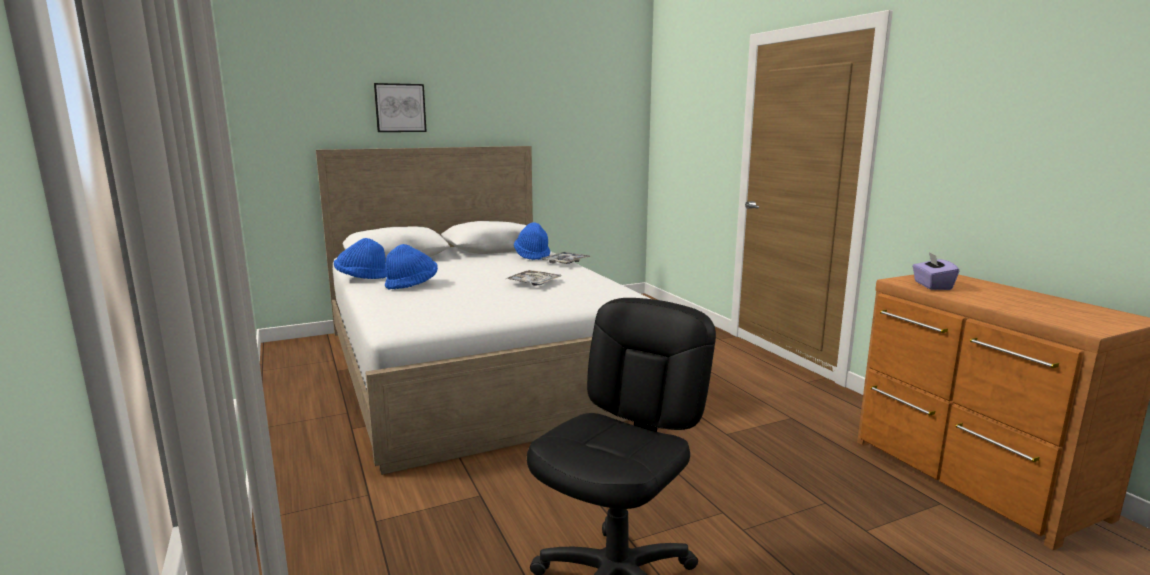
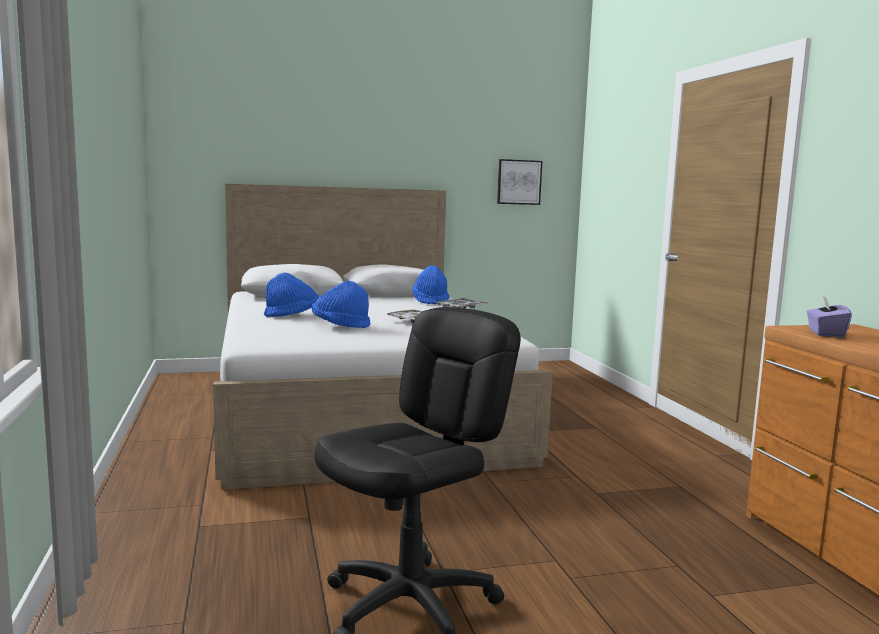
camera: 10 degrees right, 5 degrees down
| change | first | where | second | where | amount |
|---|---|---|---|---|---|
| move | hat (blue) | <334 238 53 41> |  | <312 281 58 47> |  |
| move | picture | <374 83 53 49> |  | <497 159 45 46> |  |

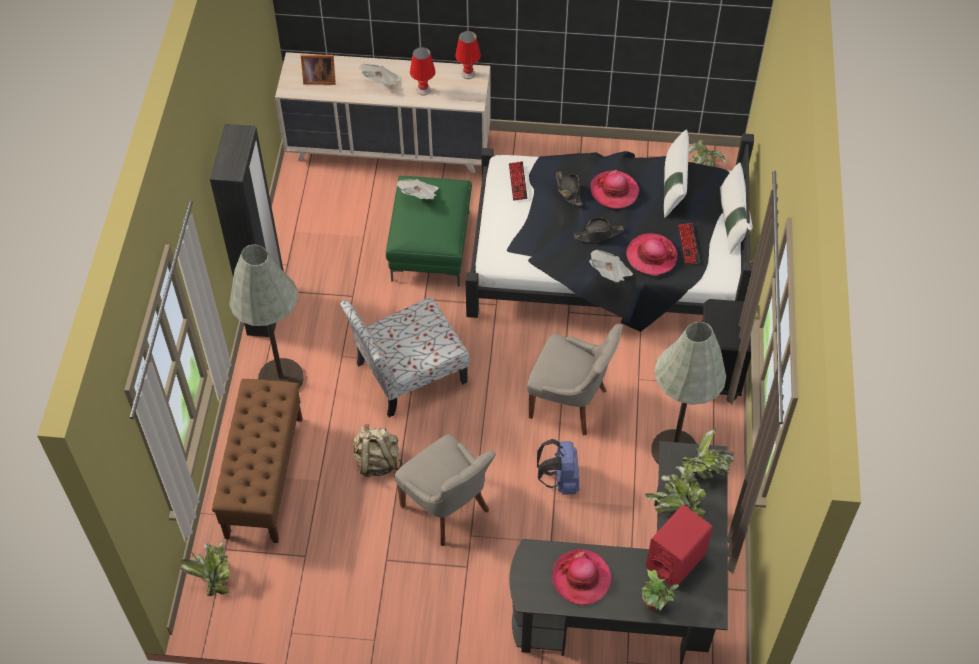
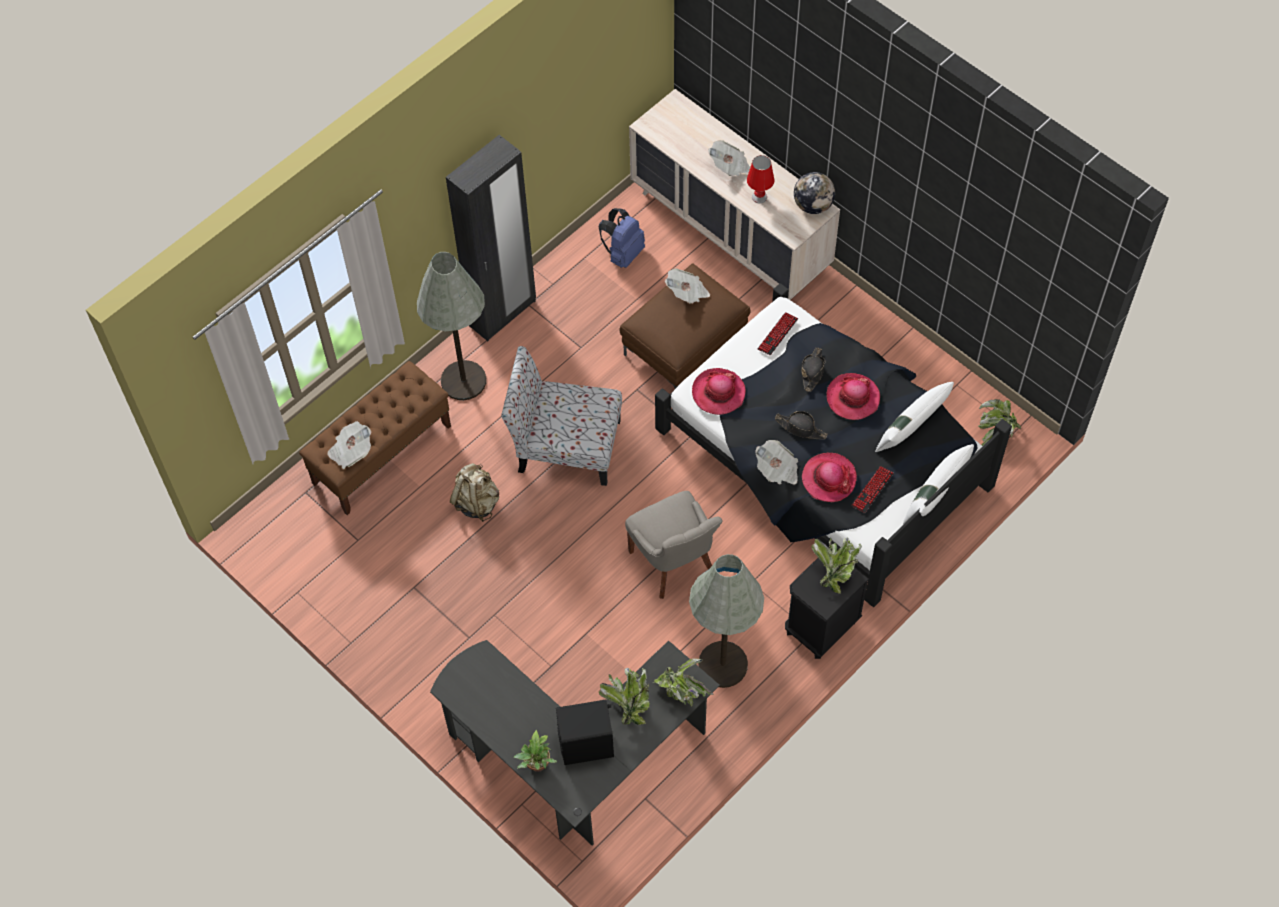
camera: 40 degrees right, 5 degrees up
| change | first | where | second | where | amount |
|---|---|---|---|---|---|
| delete | picture frame | <301 55 35 30> |  |  |  |
| delete | chair (grey) | <395 434 101 112> |  |  |  |
| insert |  |  | newspaper | <327 421 44 48> |  |
| move | potted plant | <181 541 49 55> |  | <812 537 50 57> |  |
| move | backpack (blue) | <537 439 42 56> |  | <599 208 46 60> |  |
| move | hat | <552 549 60 56> |  | <692 368 54 47> |  |
| replace | table lamp (red) | <455 31 26 48> | globe | <794 172 41 42> |  |
| recolor | ottoman (green) | <386 176 86 110> | ottoman (brown) | <619 263 131 126> |  |
| recolor | speaker (red) | <646 505 67 81> | speaker (black) | <556 699 58 66> |  |

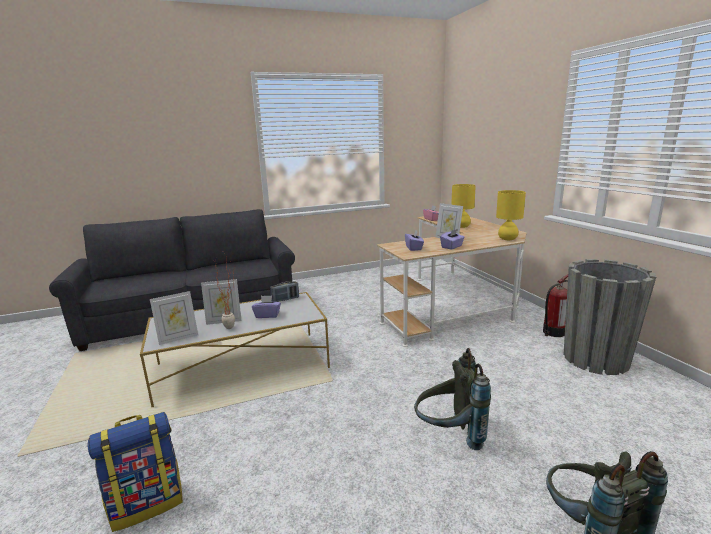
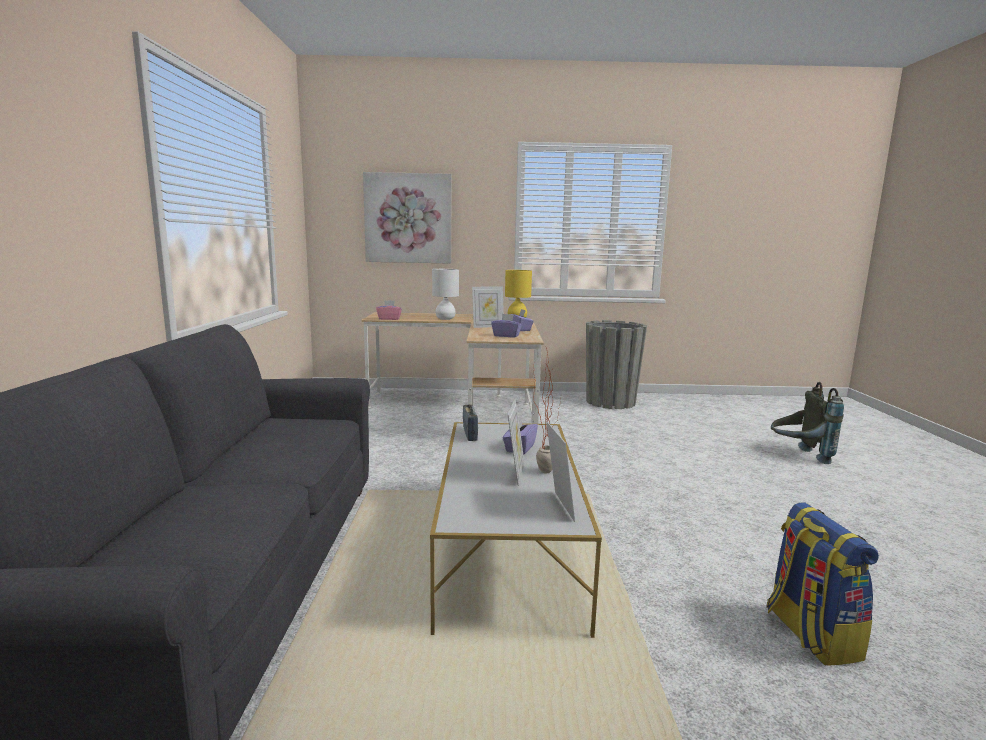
camera: 70 degrees left, 5 degrees down
| change | first | where | second | where | amount |
|---|---|---|---|---|---|
| delete | backpack (grey) | <414 348 77 102> |  |  |  |
| delete | fire extinguisher | <543 274 25 63> |  |  |  |
| insert |  |  | picture | <363 172 89 92> |  |
| recolor | table lamp (yellow) | <451 184 25 44> | table lamp (white) | <432 269 27 51> |  |

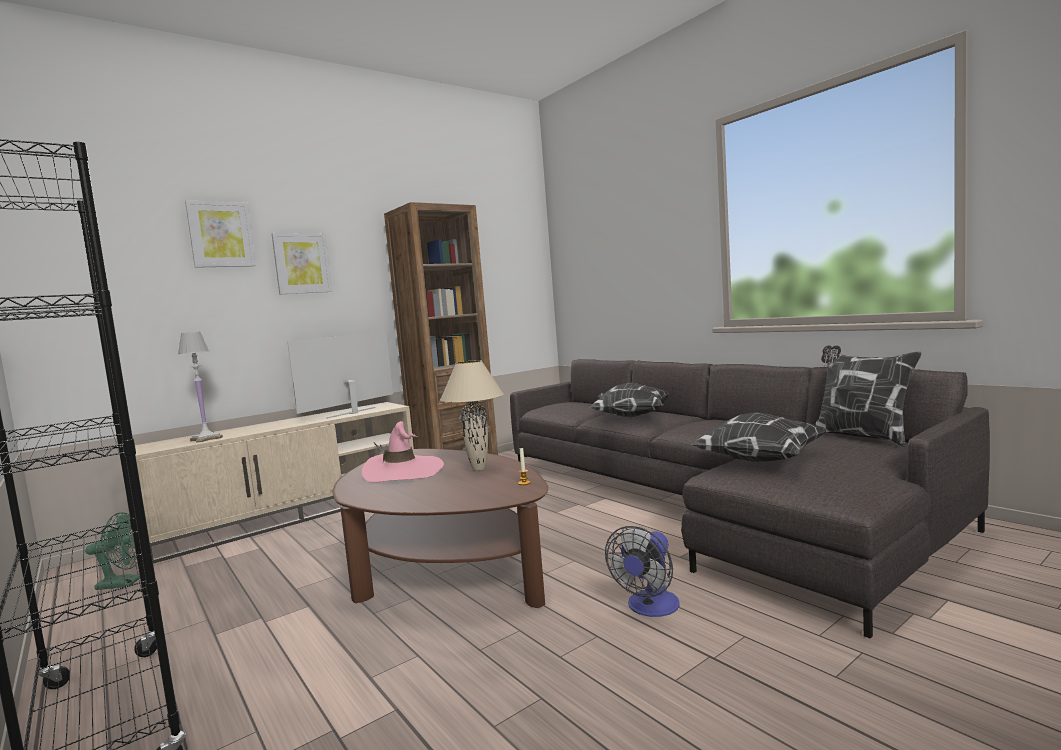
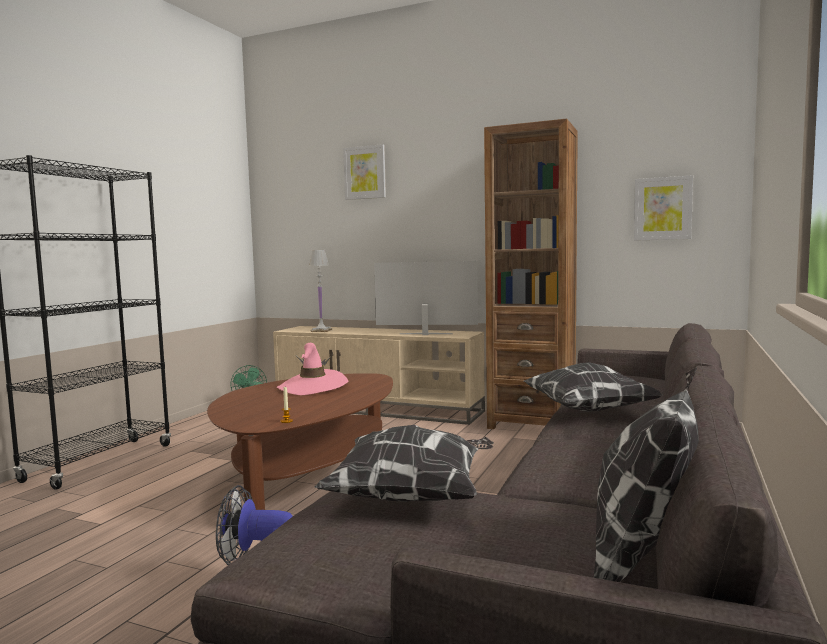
camera: 60 degrees right, 0 degrees up
| change | first | where | second | where | amount |
|---|---|---|---|---|---|
| delete | table lamp (beige) | <440 360 64 111> |  |  |  |
| move | picture | <272 233 60 61> |  | <634 175 59 66> |  |

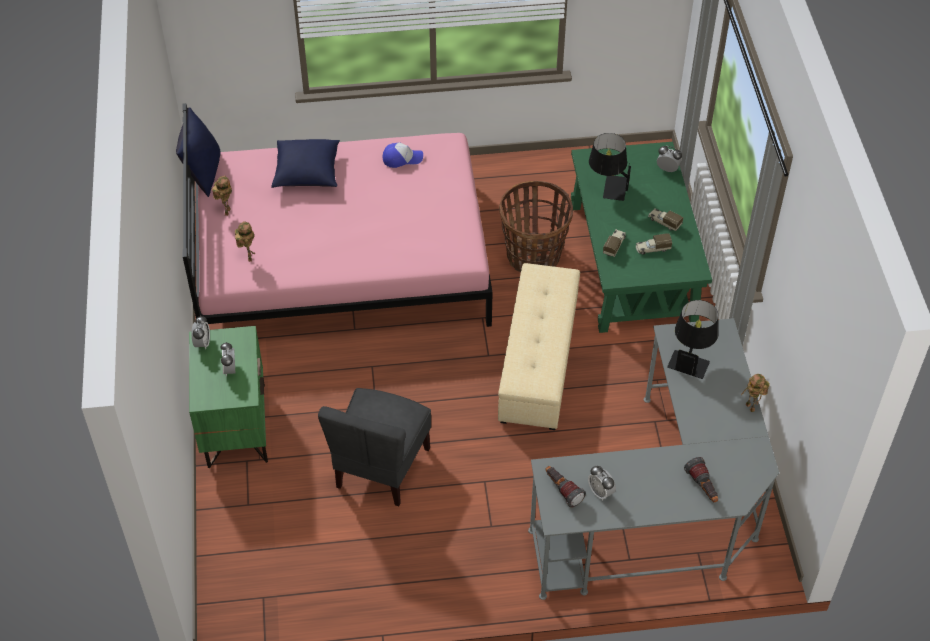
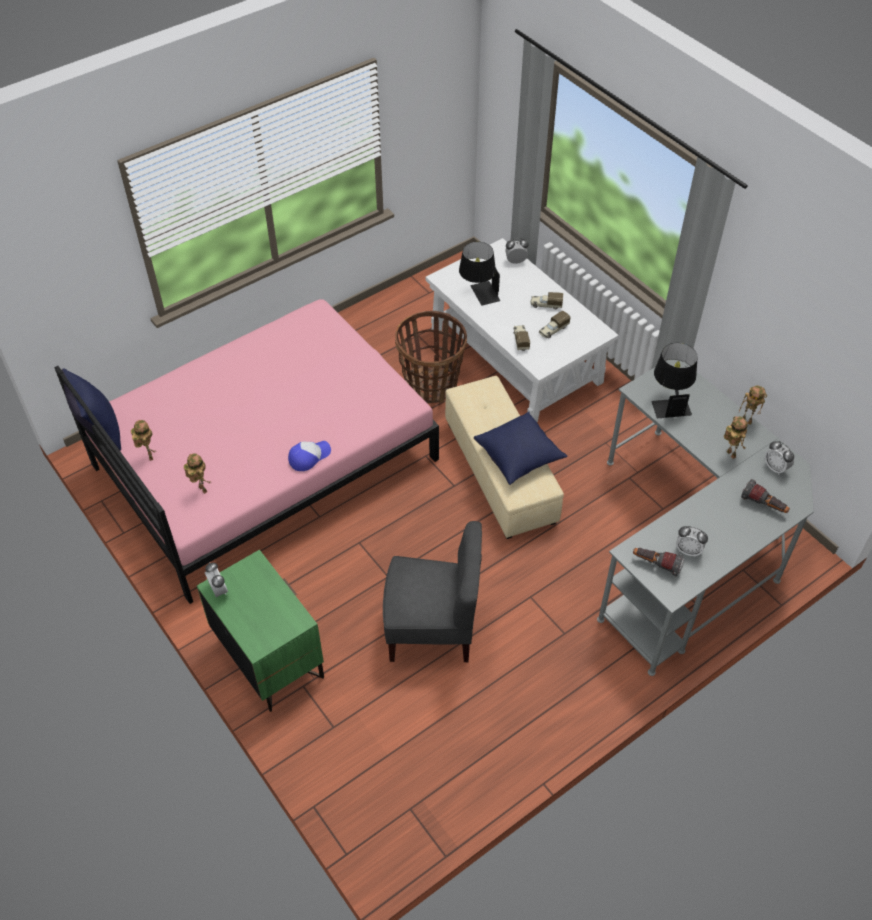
camera: 30 degrees left, 0 degrees up
| change | first | where | second | where | amount |
|---|---|---|---|---|---|
| insert |  |  | toy robot | <724 416 24 43> |  |
| move | alarm clock | <220 342 15 34> |  | <765 441 29 34> |  |
| move | pillow (blue) | <271 139 69 49> |  | <474 412 93 73> |  |
| move | cap | <383 142 40 26> |  | <288 441 43 30> |  |
| recolor | coffee table (green) | <571 142 141 191> | coffee table (white) | <426 238 193 184> |  |
| rotate | chair (grey) | <318 388 113 118> |  | <383 521 99 141> | 75 degrees counterclockwise |

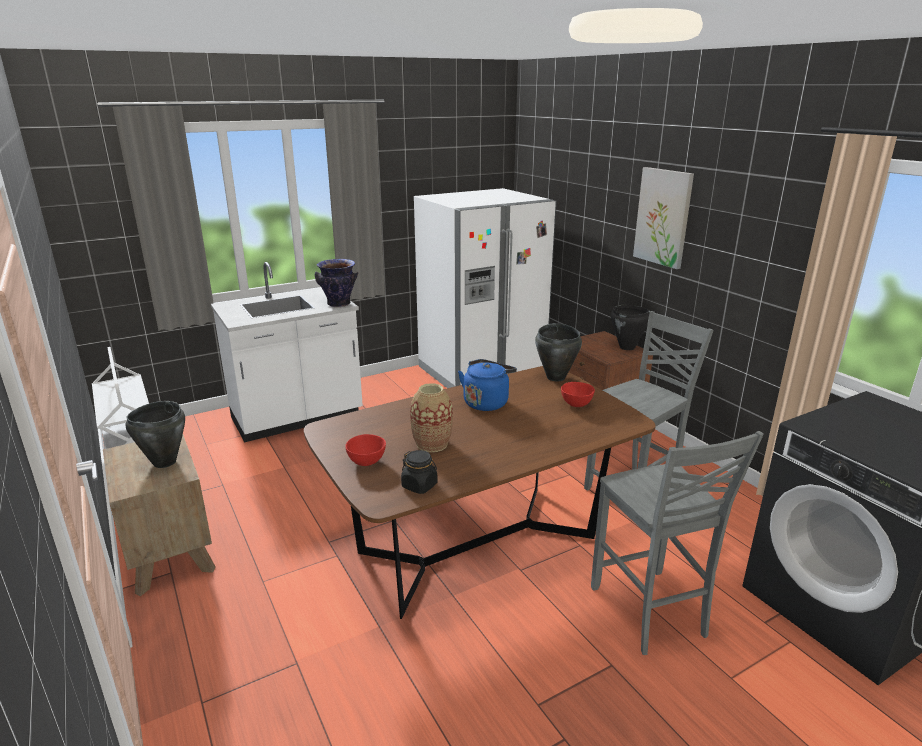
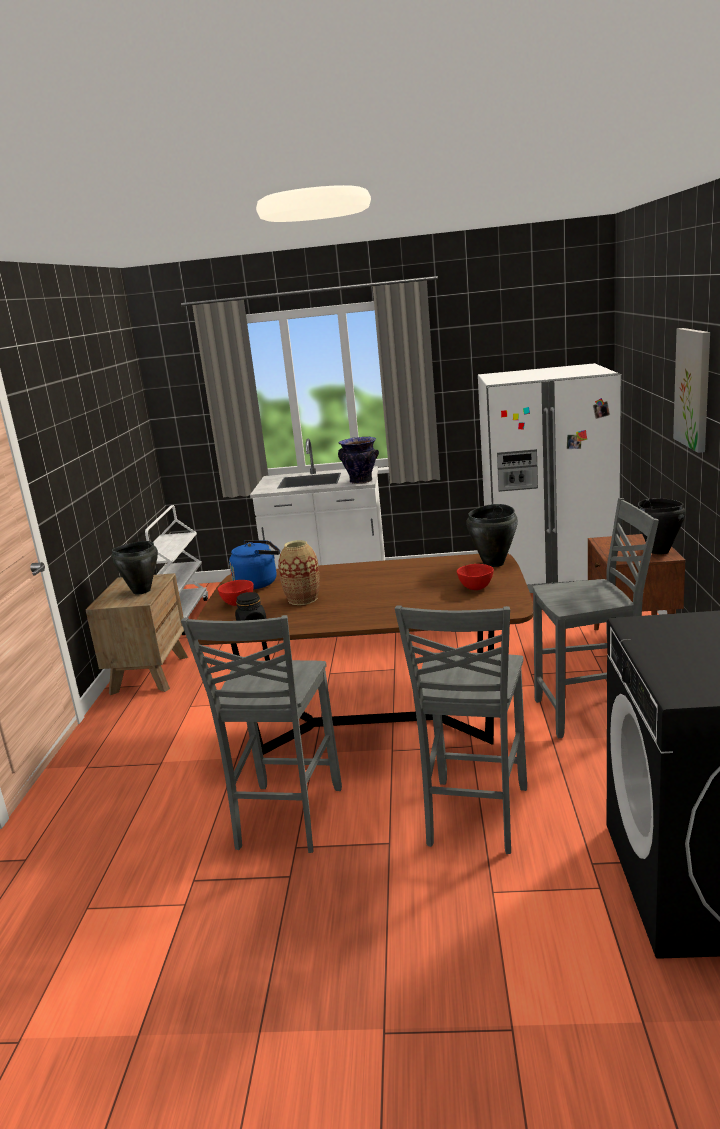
camera: 35 degrees right, 5 degrees down
| change | first | where | second | where | amount |
|---|---|---|---|---|---|
| insert |  |  | chair (grey) | <181 615 161 238> |  |
| move | kettle (blue) | <458 359 59 52> |  | <229 540 51 49> |  |

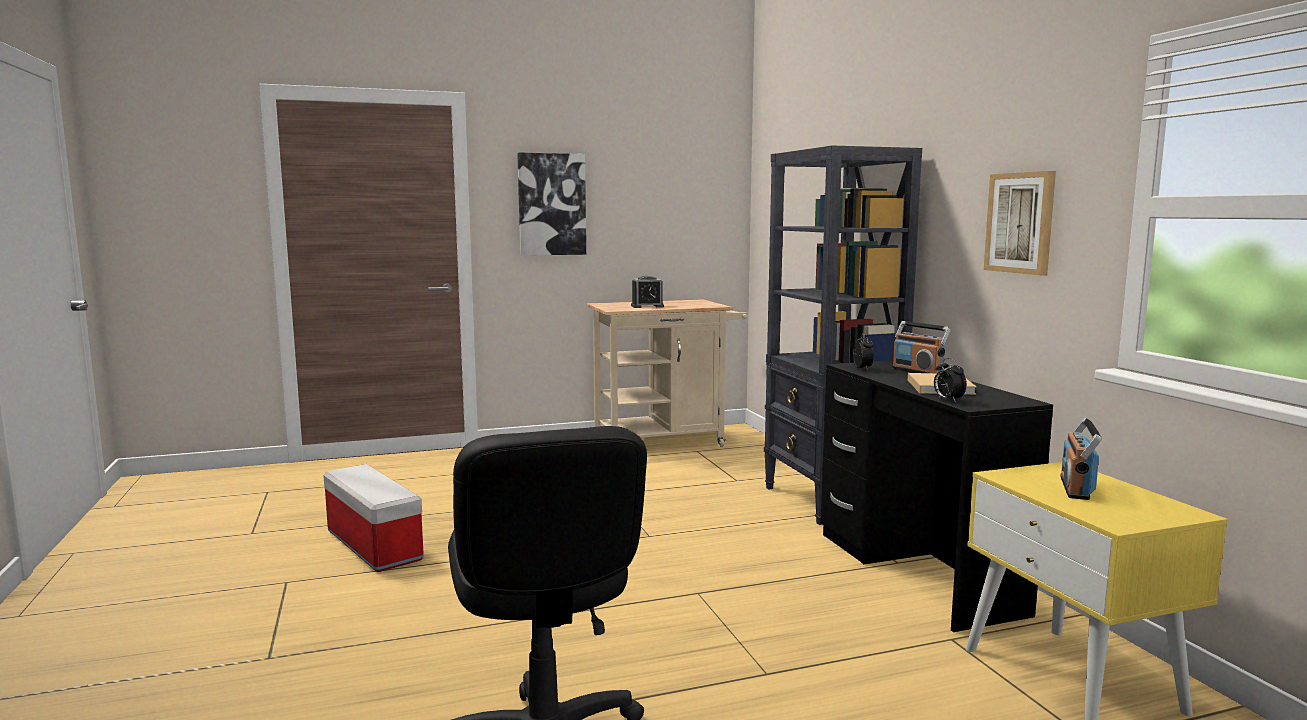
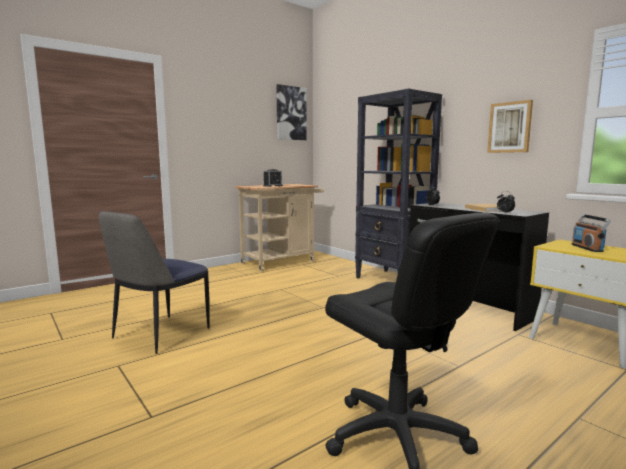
camera: 20 degrees left, 0 degrees up
| change | first | where | second | where | amount |
|---|---|---|---|---|---|
| delete | radio | <892 321 58 52> |  |  |  |
| move | picture | <517 153 69 103> |  | <276 84 31 56> |  |
| replace | storage box | <324 464 100 108> | chair | <99 211 111 143> |  |

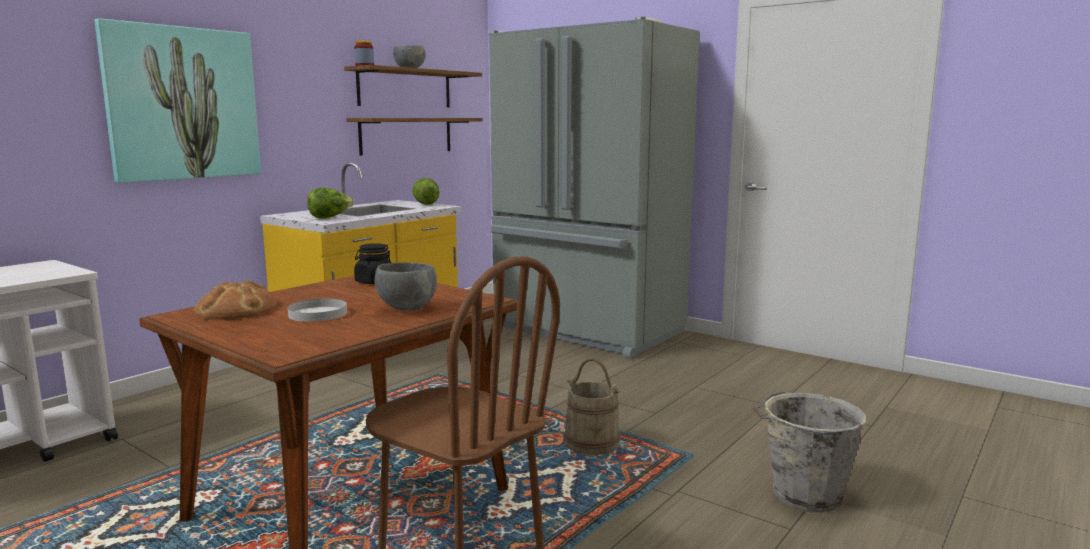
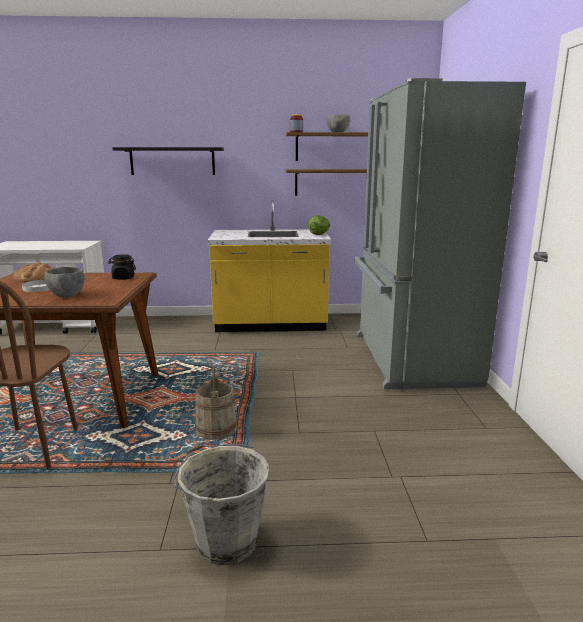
camera: 50 degrees right, 5 degrees up
| change | first | where | second | where | amount |
|---|---|---|---|---|---|
| delete | lettuce | <307 187 47 31> |  |  |  |
| replace | picture | <94 18 167 165> | shelf (black) | <112 147 112 28> |  |

